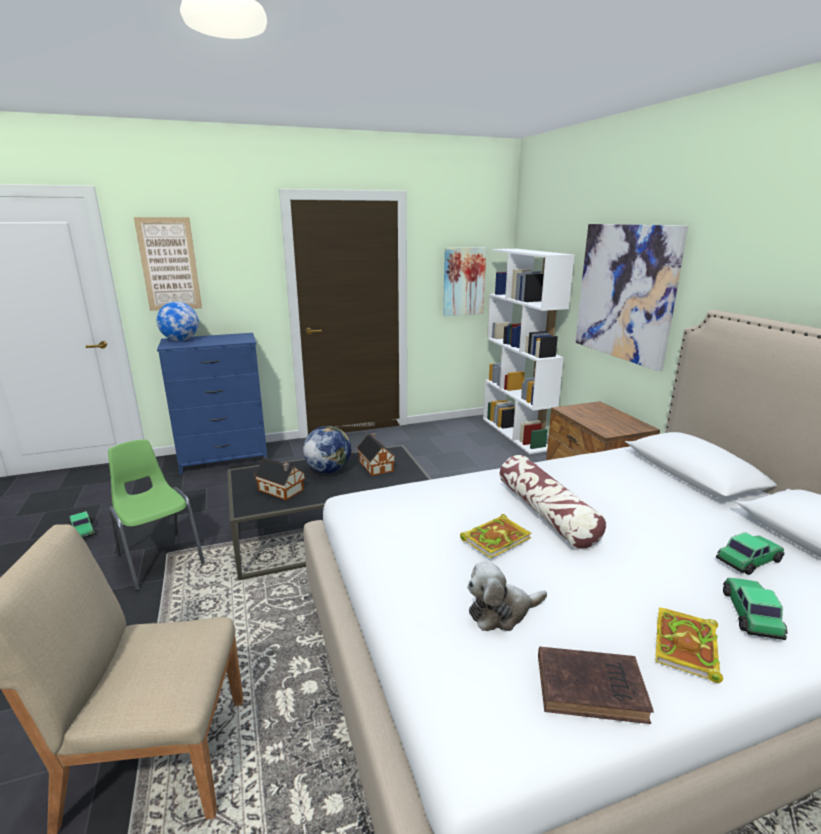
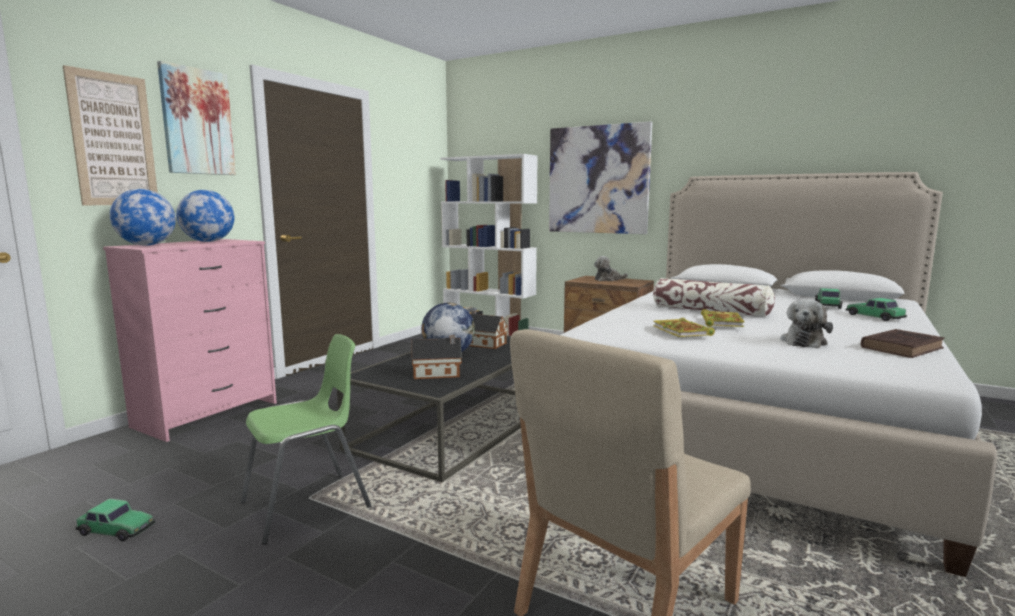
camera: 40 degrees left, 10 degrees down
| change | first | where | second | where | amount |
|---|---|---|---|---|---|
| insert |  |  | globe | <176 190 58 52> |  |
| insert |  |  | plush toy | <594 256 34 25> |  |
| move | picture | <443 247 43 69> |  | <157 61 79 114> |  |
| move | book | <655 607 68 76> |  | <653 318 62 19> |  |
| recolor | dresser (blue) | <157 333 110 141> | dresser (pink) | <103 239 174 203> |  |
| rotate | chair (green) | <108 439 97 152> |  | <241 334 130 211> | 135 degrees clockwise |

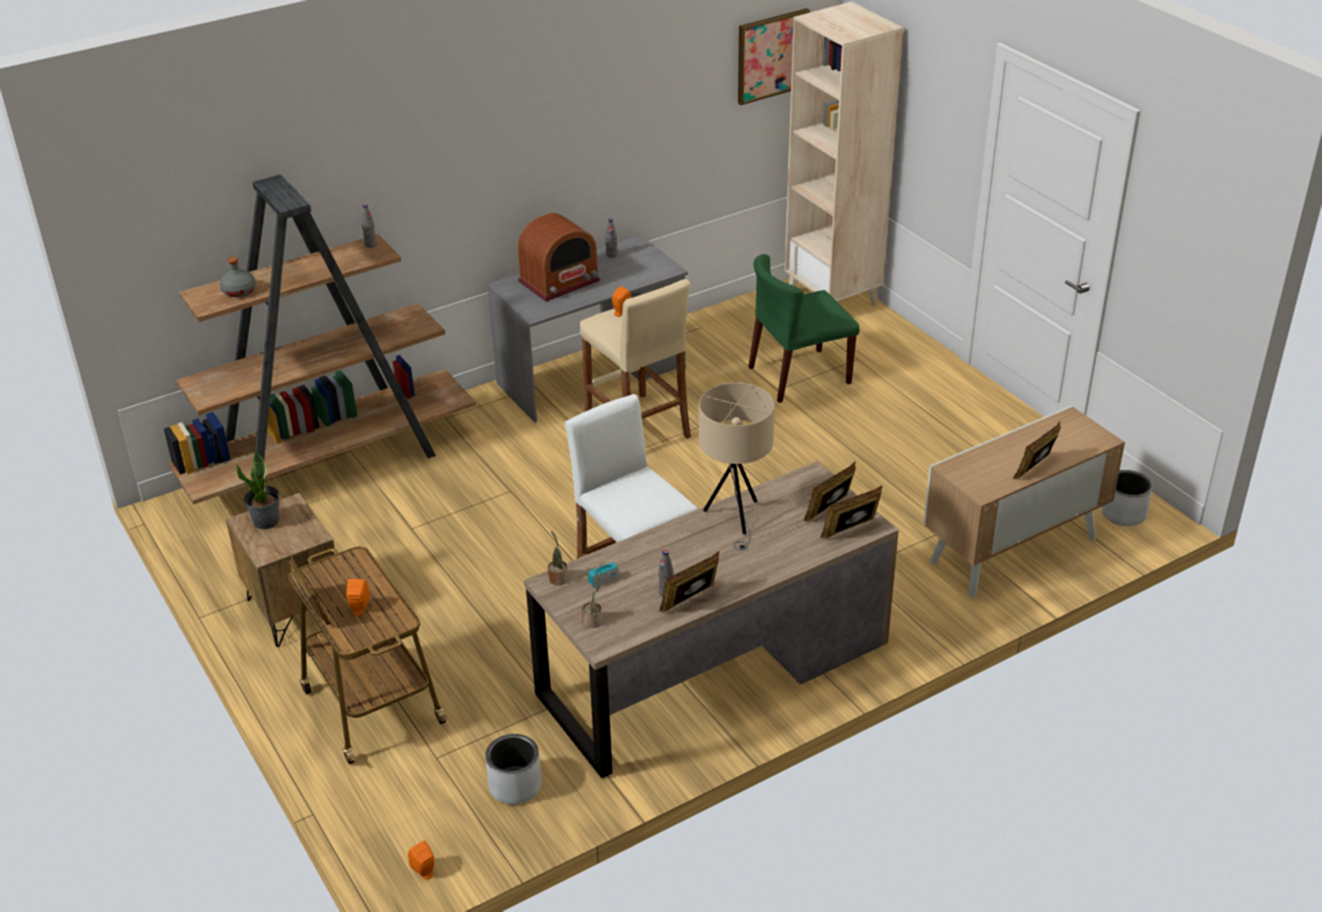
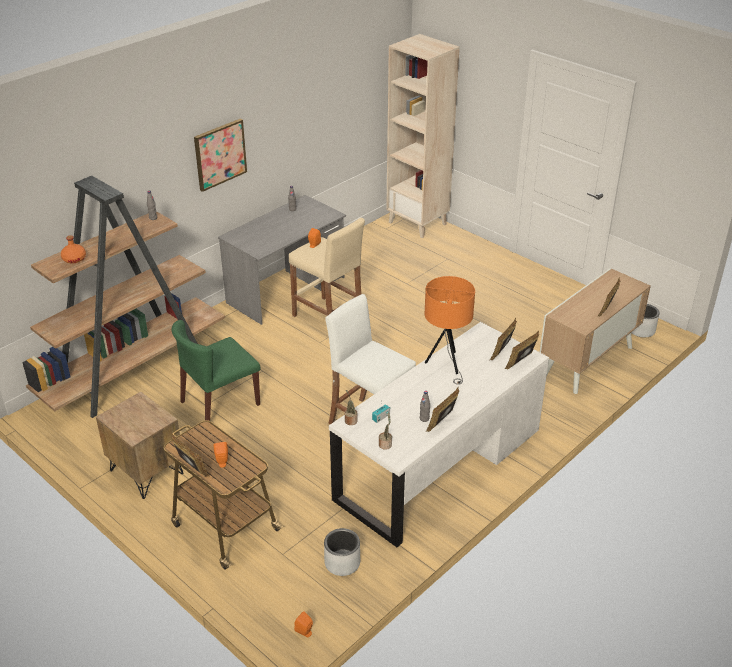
camera: 15 degrees left, 0 degrees up
| change | first | where | second | where | amount |
|---|---|---|---|---|---|
| delete | potted plant | <236 451 44 78> |  |  |  |
| delete | radio | <518 213 82 88> |  |  |  |
| move | picture | <738 8 72 97> |  | <194 119 53 73> |  |
| move | chair (green) | <748 254 112 149> |  | <171 320 89 101> |  |
| recolor | bottle (grey) | <220 257 36 40> | bottle (orange) | <61 235 25 29> |  |
| recolor | desk (brown) | <524 461 375 317> | desk (white) | <329 322 220 225> |  |
| recolor | table lamp (beige) | <699 382 76 168> | table lamp (orange) | <425 276 50 109> |  |

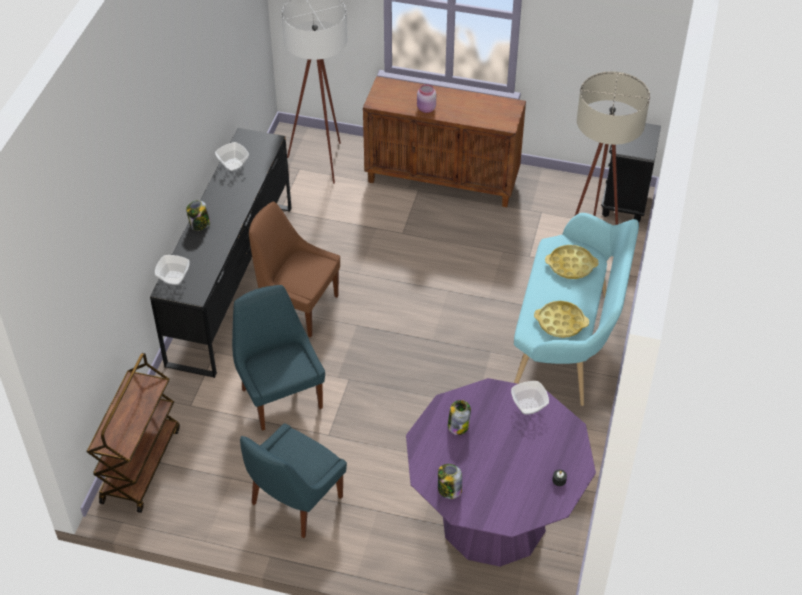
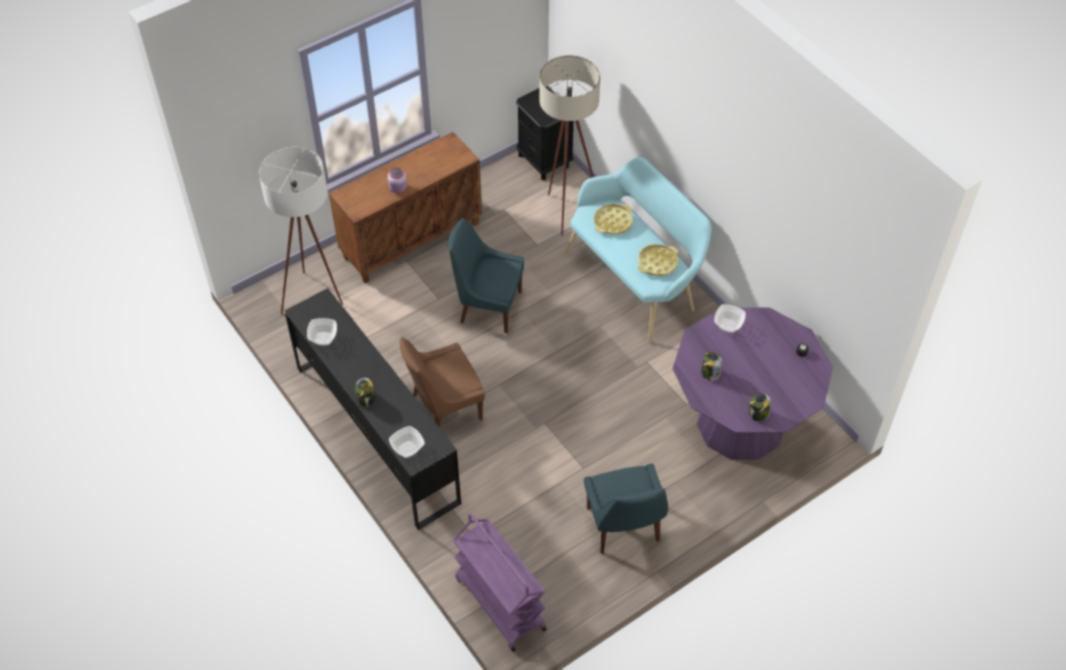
camera: 50 degrees left, 5 degrees up
| change | first | where | second | where | amount |
|---|---|---|---|---|---|
| move | chair (blue) | <232 285 93 146> |  | <449 218 75 115> |  |
| recolor | cart (brown) | <87 353 93 160> | cart (purple) | <453 513 94 139> |  |

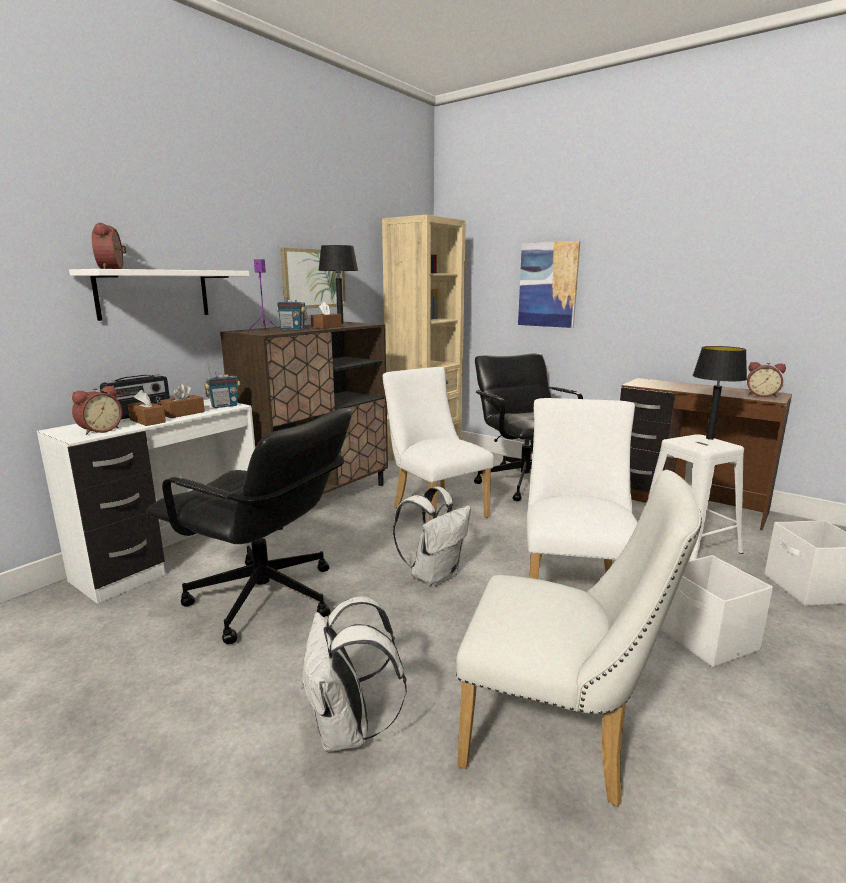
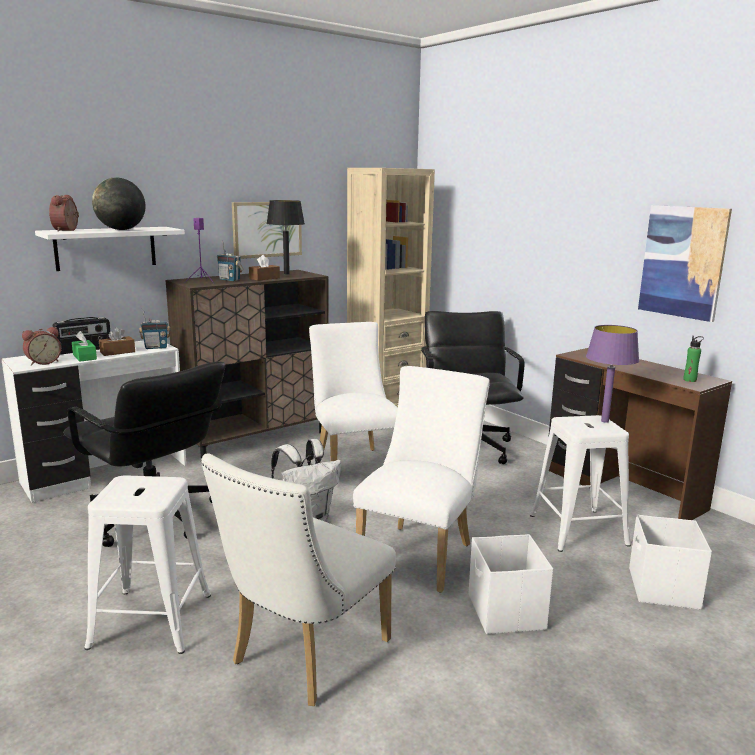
camera: 15 degrees right, 0 degrees up
| change | first | where | second | where | amount |
|---|---|---|---|---|---|
| insert |  |  | globe | <92 178 54 52> |  |
| move | picture | <518 241 62 87> |  | <638 205 94 117> |  |
| replace | backpack (white) | <301 596 106 156> | stool (white) | <84 475 127 179> |  |
| replace | alarm clock | <747 362 39 35> | bottle (green) | <683 336 21 46> |  |
| recolor | tissue box (brown) | <128 390 38 36> | tissue box (green) | <72 331 25 31> |  |
| recolor | table lamp (black) | <692 346 55 94> | table lamp (purple) | <586 325 53 98> |  |
| rotate | chair (white) | <456 470 246 337> |  | <201 453 195 253> | 90 degrees clockwise |

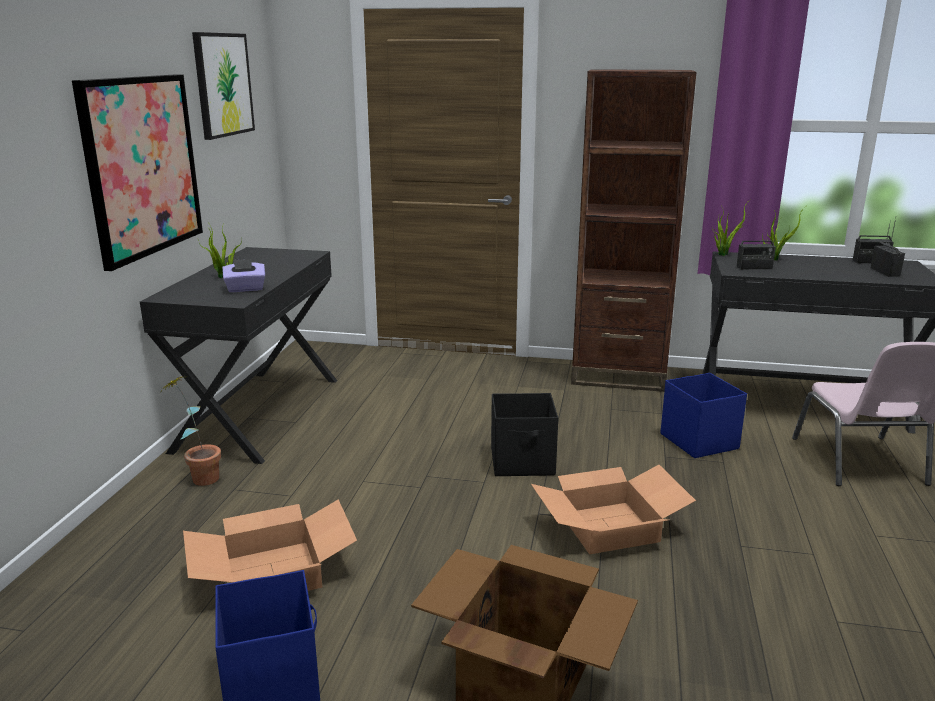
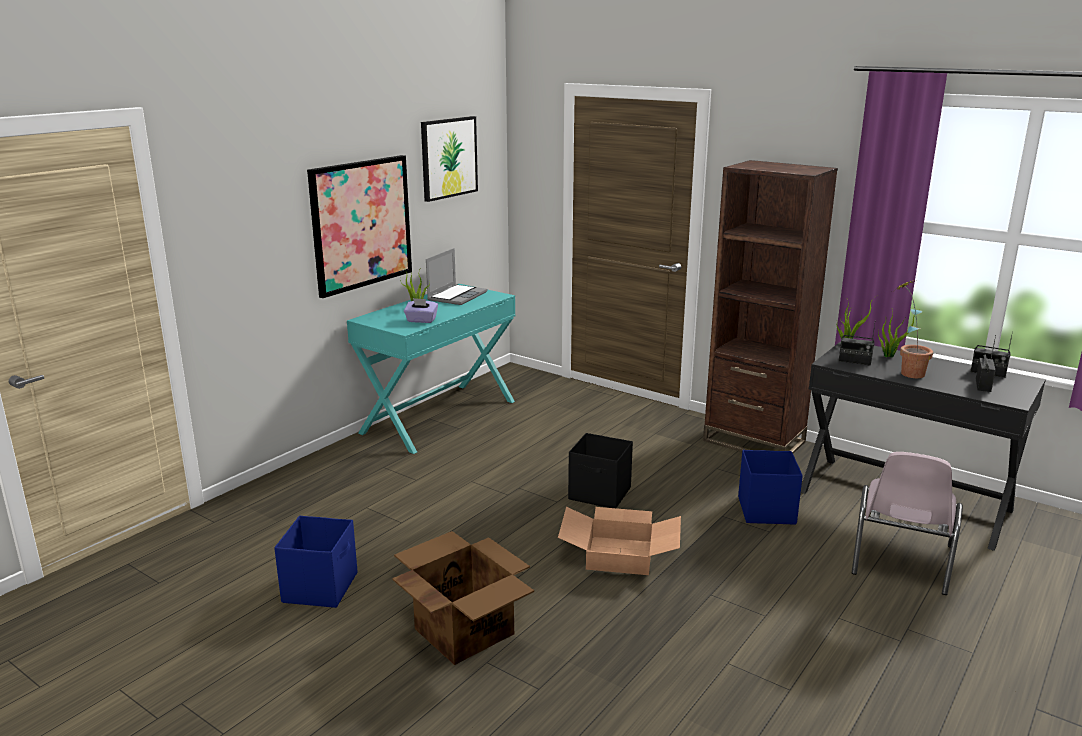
camera: 25 degrees right, 0 degrees up
| change | first | where | second | where | amount |
|---|---|---|---|---|---|
| delete | cardboard box | <183 499 174 92> |  |  |  |
| insert |  |  | laptop | <426 248 62 57> |  |
| move | potted plant | <162 377 59 109> |  | <895 280 38 98> |  |
| recolor | desk (black) | <140 247 197 217> | desk (turquoise) | <347 284 168 170> |  |

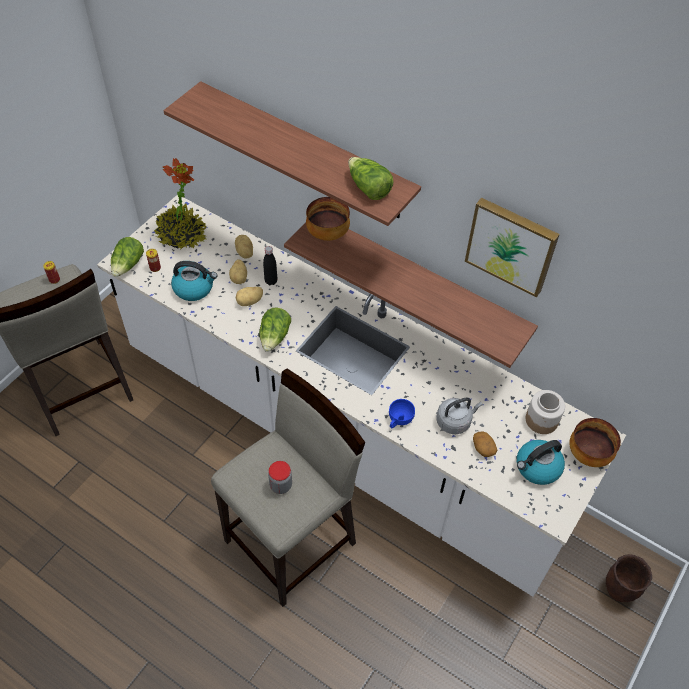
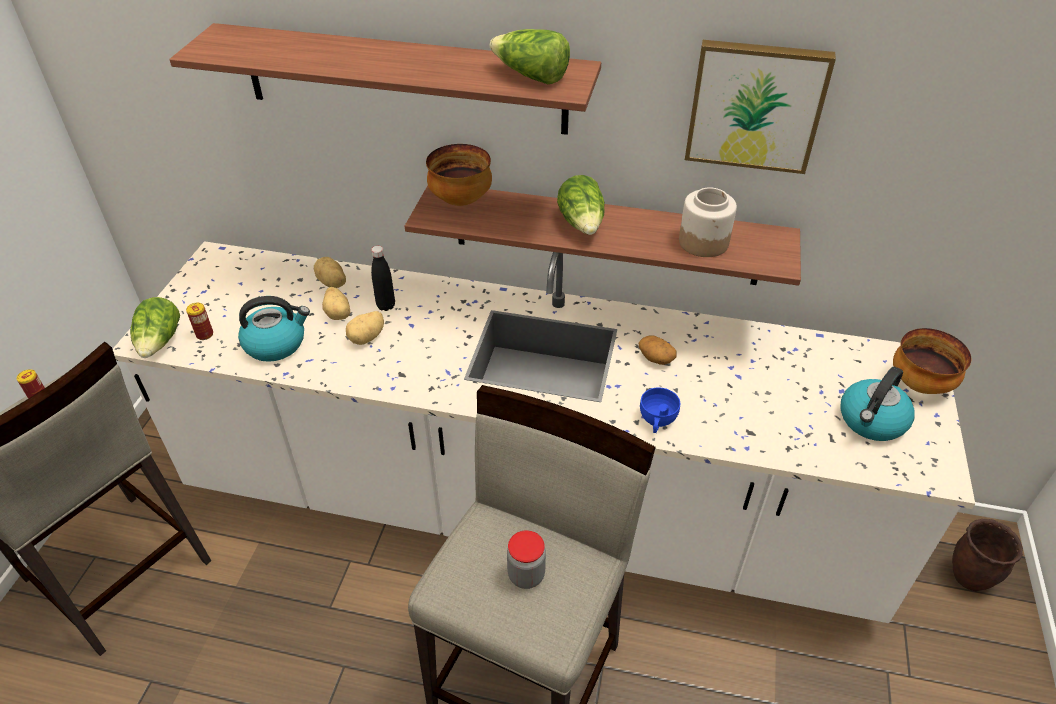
camera: 20 degrees left, 10 degrees down
| change | first | where | second | where | amount |
|---|---|---|---|---|---|
| delete | potted plant | <154 158 52 91> |  |  |  |
| delete | kettle (grey) | <437 397 46 37> |  |  |  |
| move | lettuce | <259 308 32 44> |  | <557 175 48 60> |  |
| move | potato | <473 431 24 26> |  | <639 335 38 30> |  |
| move | jar | <526 390 39 44> |  | <679 187 58 70> |  |

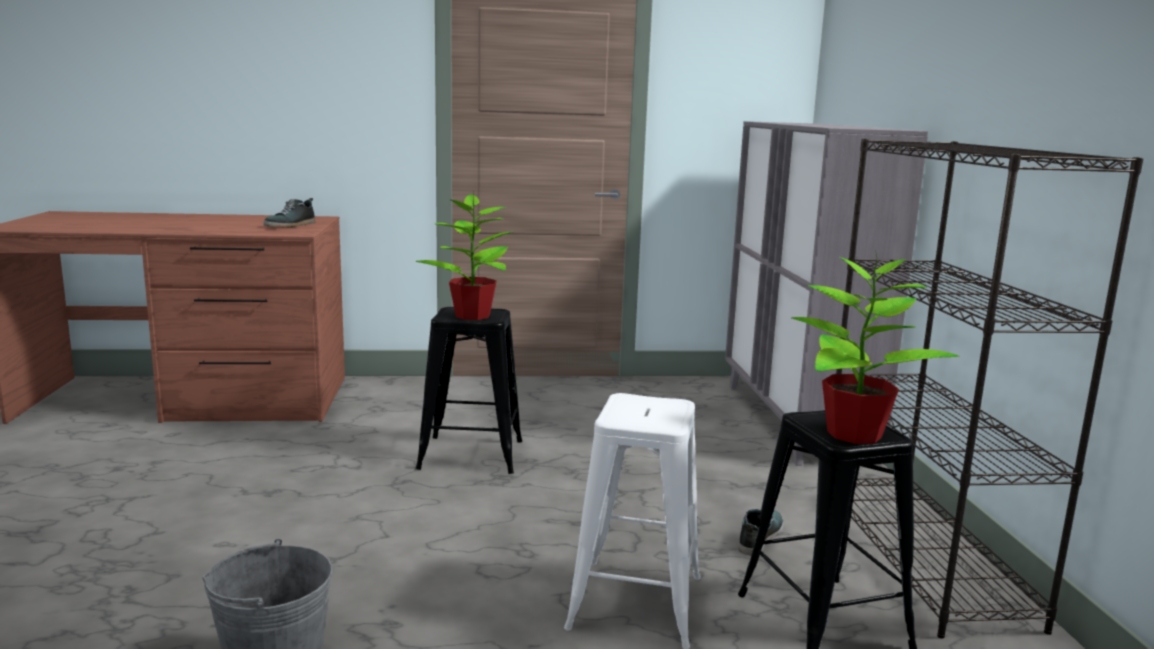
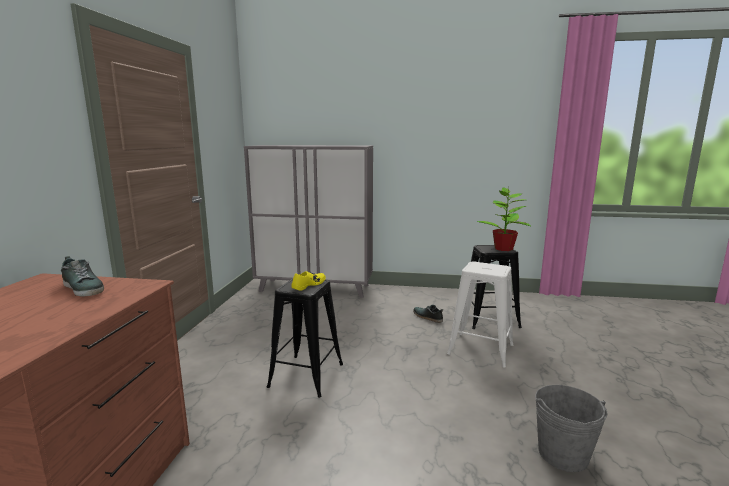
camera: 75 degrees left, 0 degrees up
| change | first | where | second | where | amount |
|---|---|---|---|---|---|
| delete | bookcase (black) | <835 139 308 500> |  |  |  |
| replace | potted plant | <415 192 96 128> | shoe (yellow) | <291 271 35 20> |  |

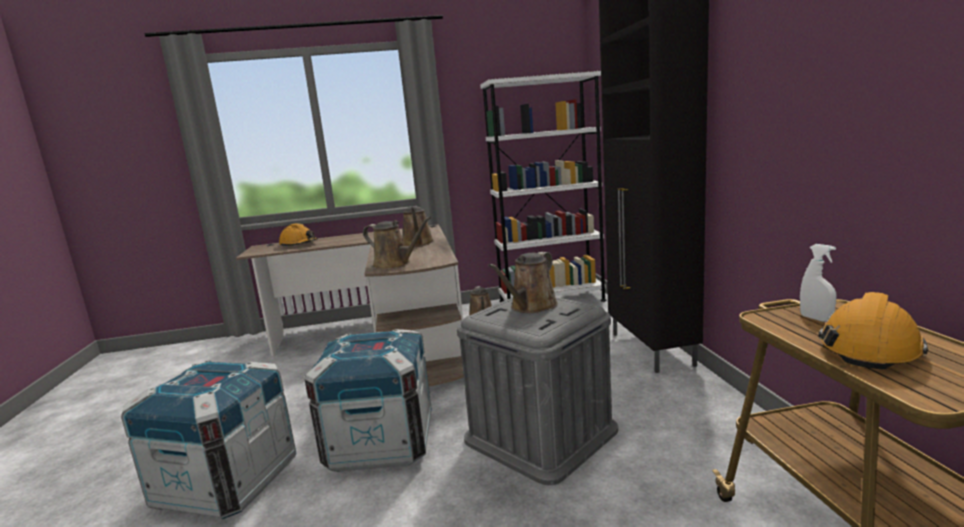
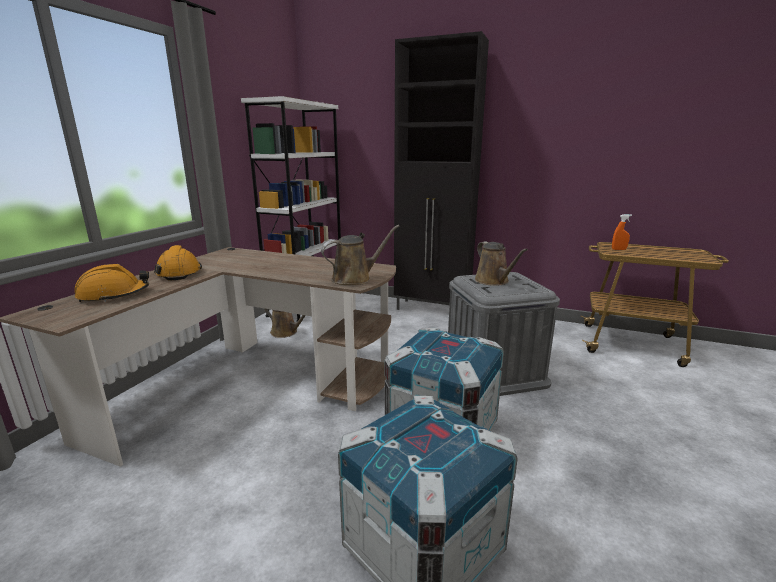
camera: 60 degrees left, 5 degrees up
| change | first | where | second | where | amount |
|---|---|---|---|---|---|
| delete | watering can (brown) | <403 206 31 41> |  |  |  |
| move | hard hat (orange) | <818 292 110 77> |  | <154 245 48 35> |  |
| recolor | spray bottle (white) | <800 244 36 78> | spray bottle (orange) | <612 214 20 36> |  |

